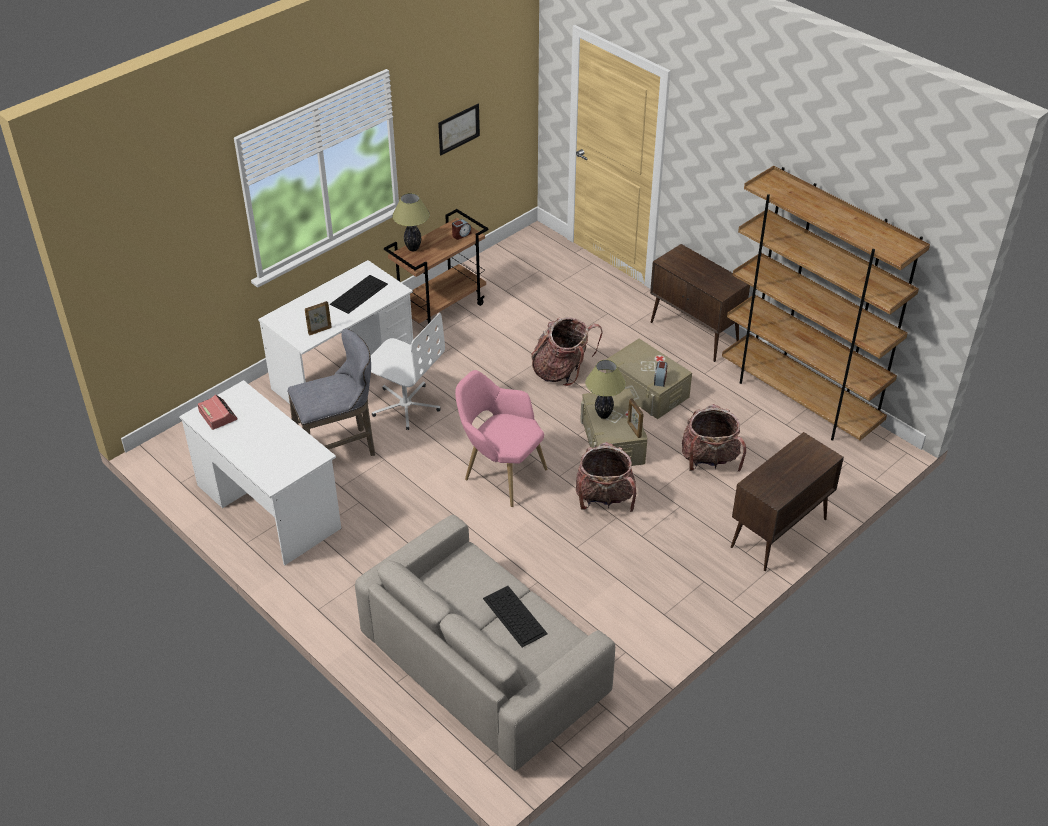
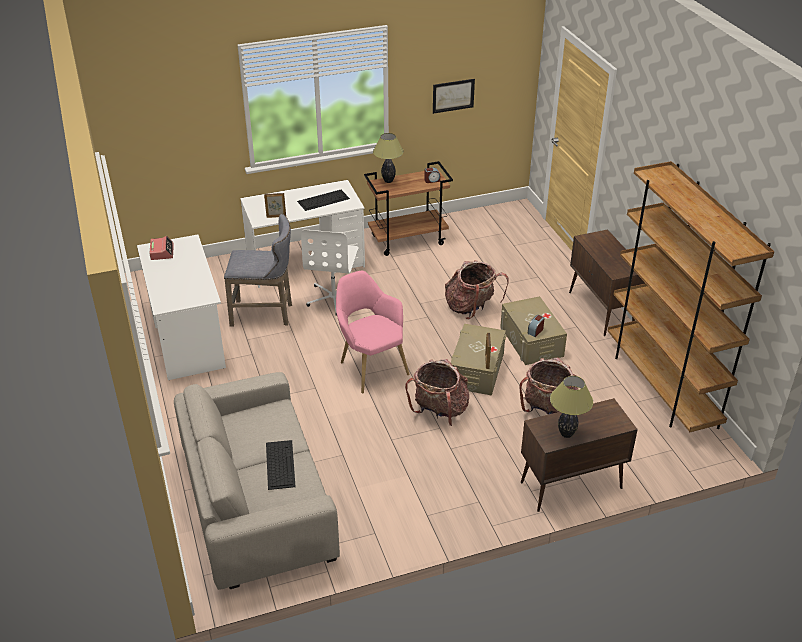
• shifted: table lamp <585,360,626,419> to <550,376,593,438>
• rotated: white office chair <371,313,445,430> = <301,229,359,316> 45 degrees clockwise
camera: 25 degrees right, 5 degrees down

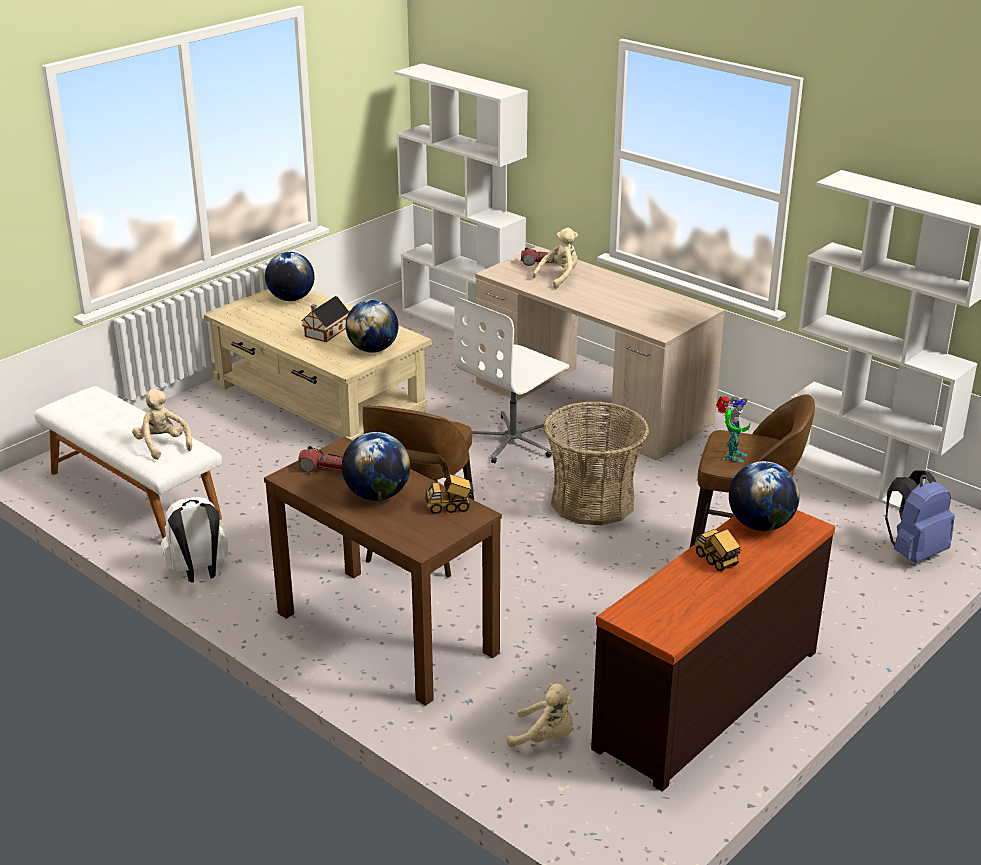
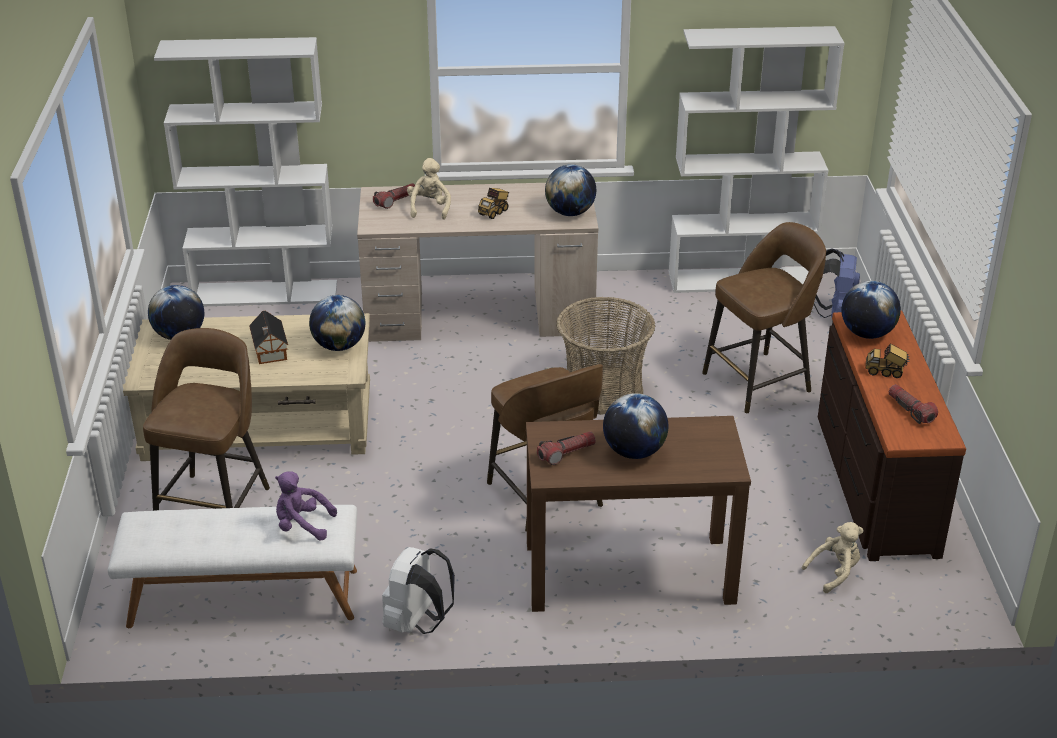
• gone: white office chair <453,297,569,464>
• gone: toy robot <716,396,750,462>
• new: brown stool <143,328,270,511>
• new: globe <545,164,596,216>
• new: flashlight <888,384,938,424>
• shifted: toy truck <425,474,474,514> to <478,188,509,219>
• repainted: beige plush toy <132,389,192,460> to purple plush toy <275,471,337,541>
camera: 45 degrees left, 5 degrees up

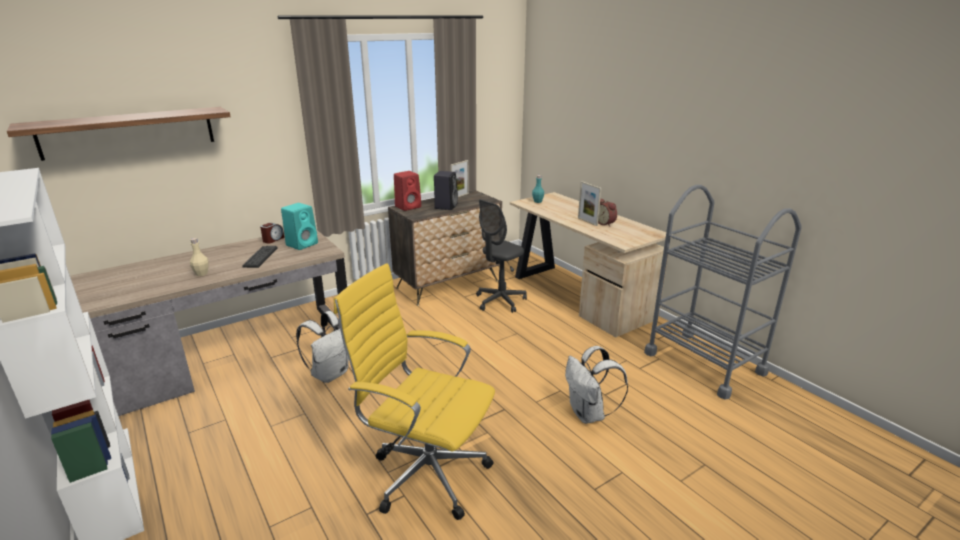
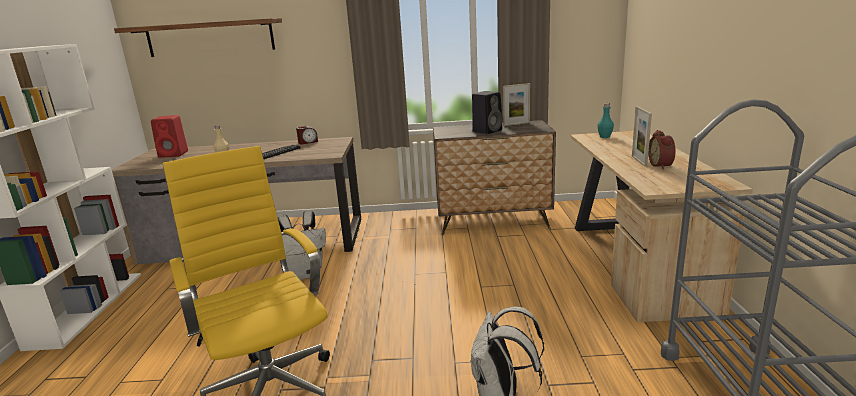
• gone: turquoise speaker <281,203,318,250>
• gone: grey office chair <476,199,527,313>
• shifted: red speaker <394,171,421,211> to <151,115,188,158>
camera: 35 degrees right, 5 degrees down

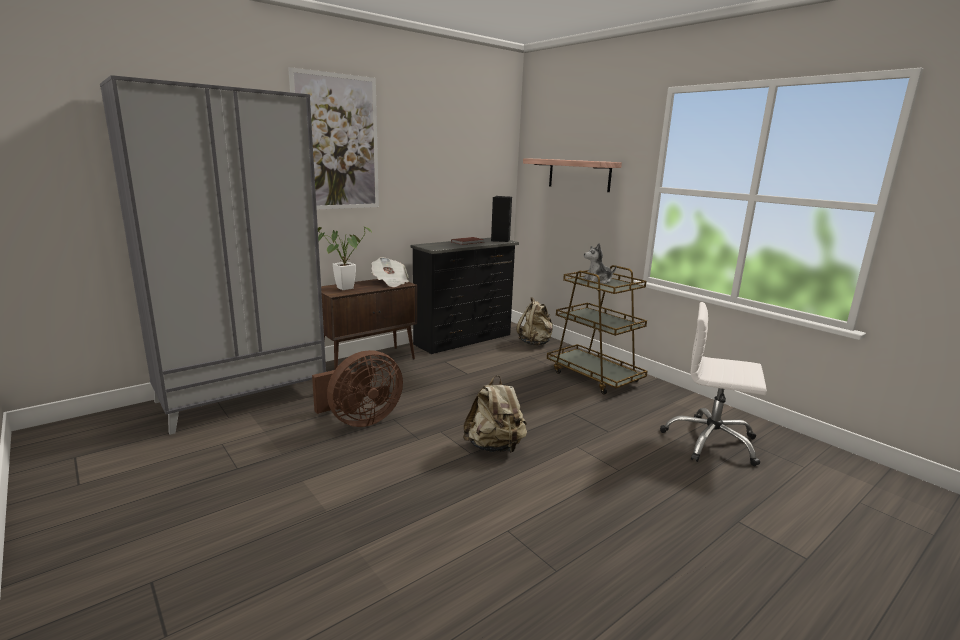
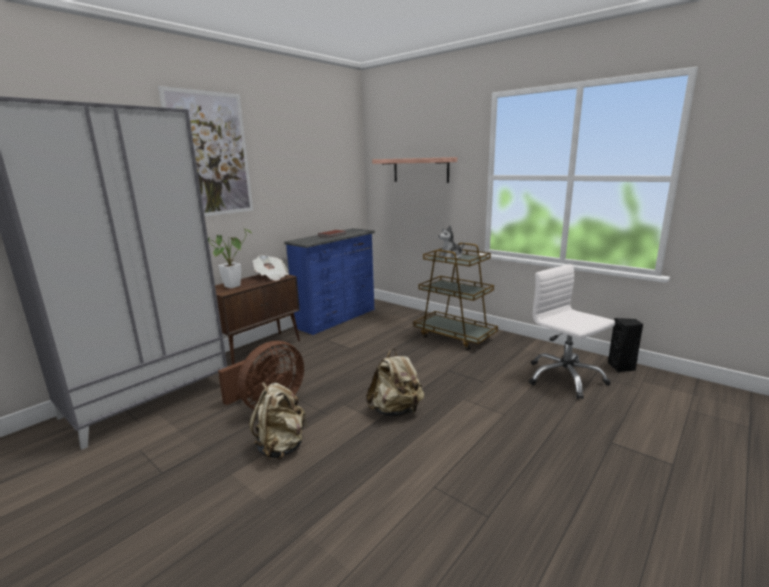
• shifted: black speaker <491,196,512,242> to <608,318,643,372>
• shifted: beige backpack <517,297,553,345> to <249,382,307,460>
• repainted: black dresser <411,238,519,354> to blue dresser <284,228,375,335>
• rotated: white office chair <660,302,767,466> = <529,264,615,399> 45 degrees clockwise
camera: 10 degrees left, 0 degrees up

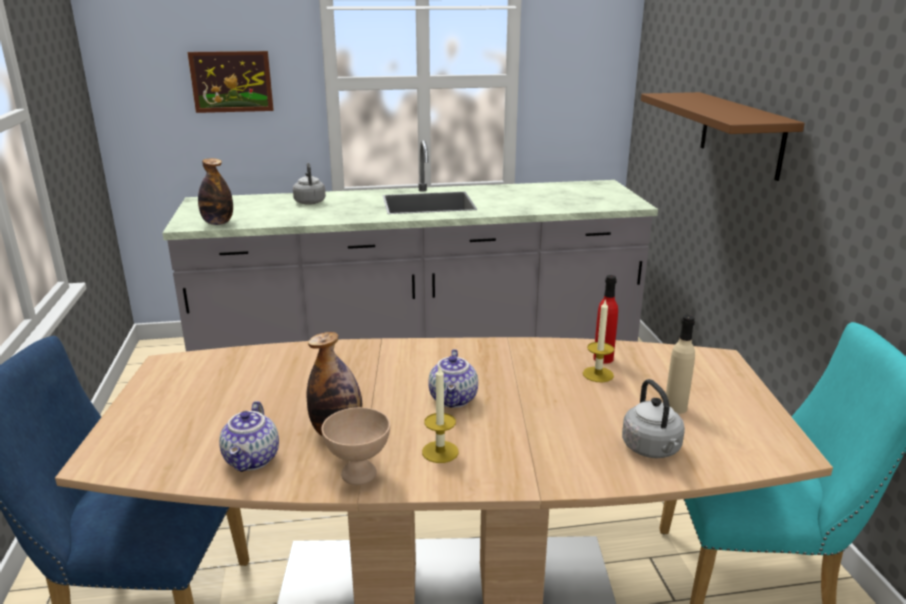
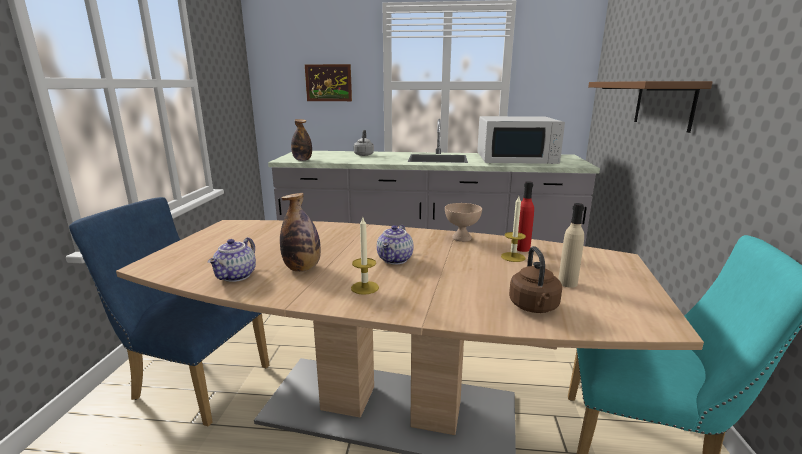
• new: white microwave <477,116,565,164>
• shifted: beige bowl <322,407,390,485> to <445,203,482,242>
• repainted: grey kettle <622,379,685,458> to brown kettle <509,246,562,313>
camera: 15 degrees right, 5 degrees down

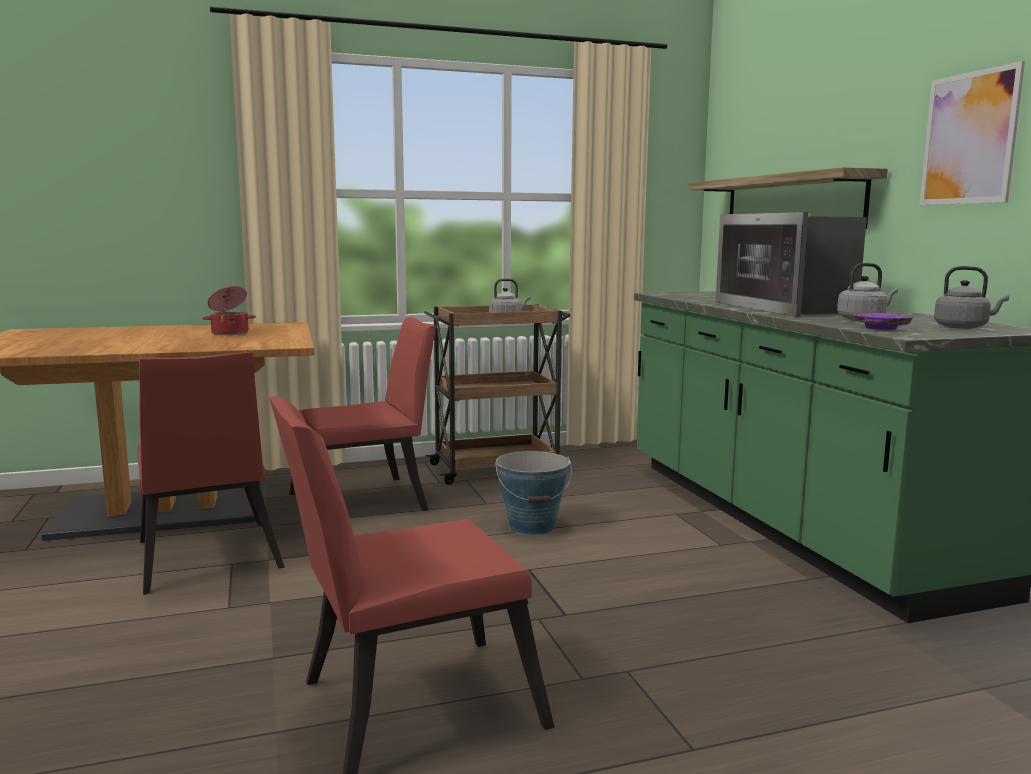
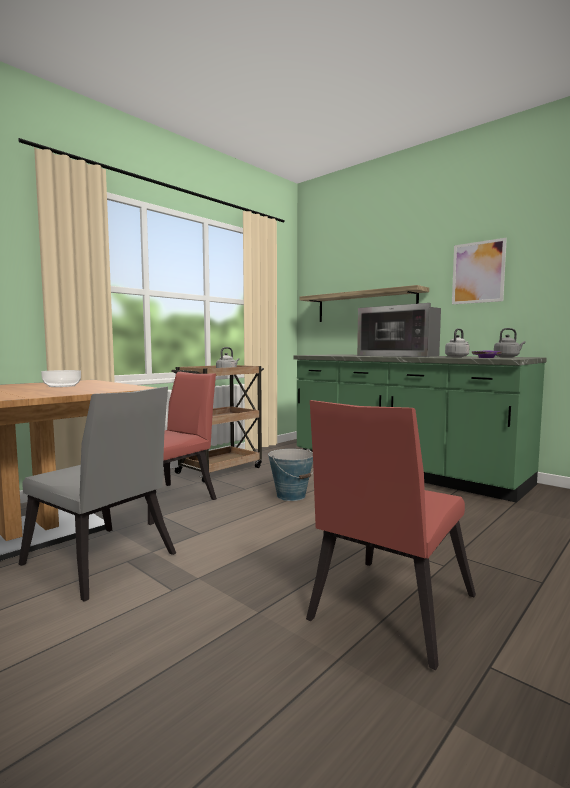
• swapped: cooking pot <202,286,256,335> to bowl <41,370,81,387>
• repainted: red chair <137,352,285,595> to grey chair <19,386,176,602>
camera: 30 degrees left, 5 degrees down

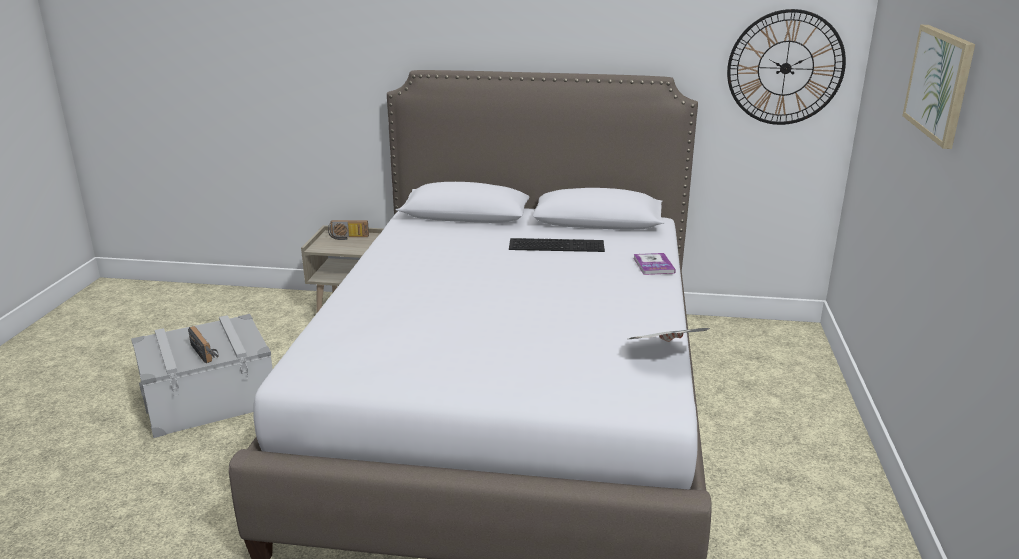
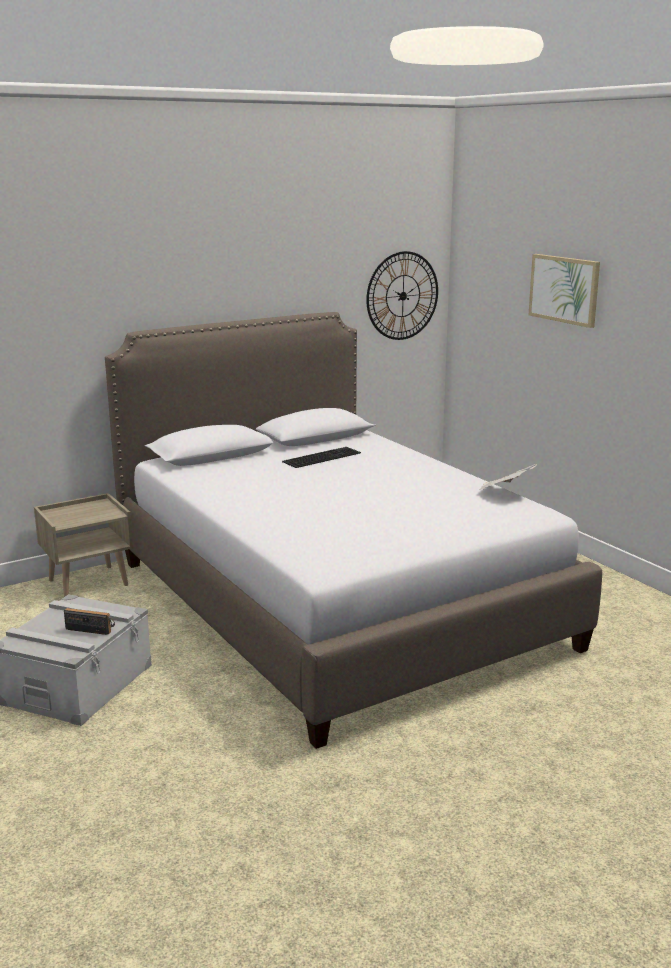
• gone: radio <328,220,369,240>
• gone: book <634,253,676,275>
camera: 40 degrees left, 5 degrees down

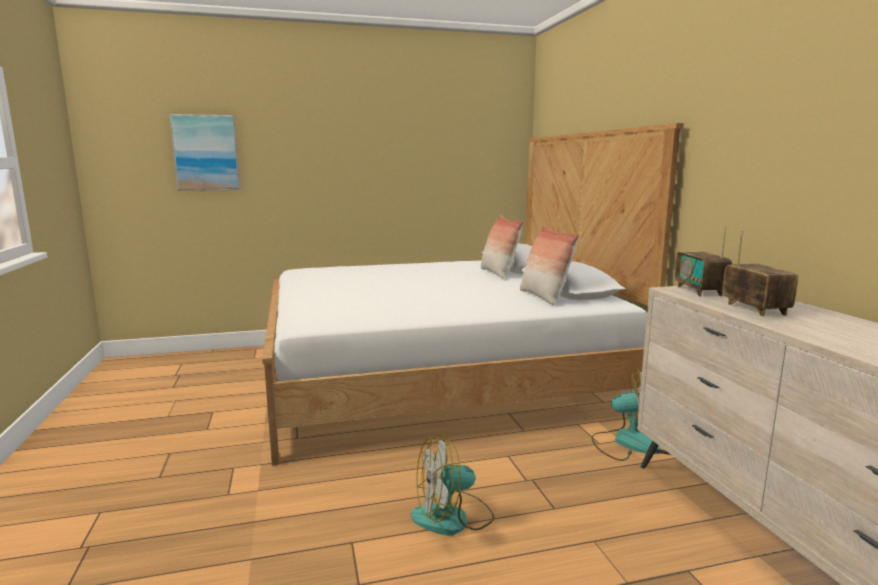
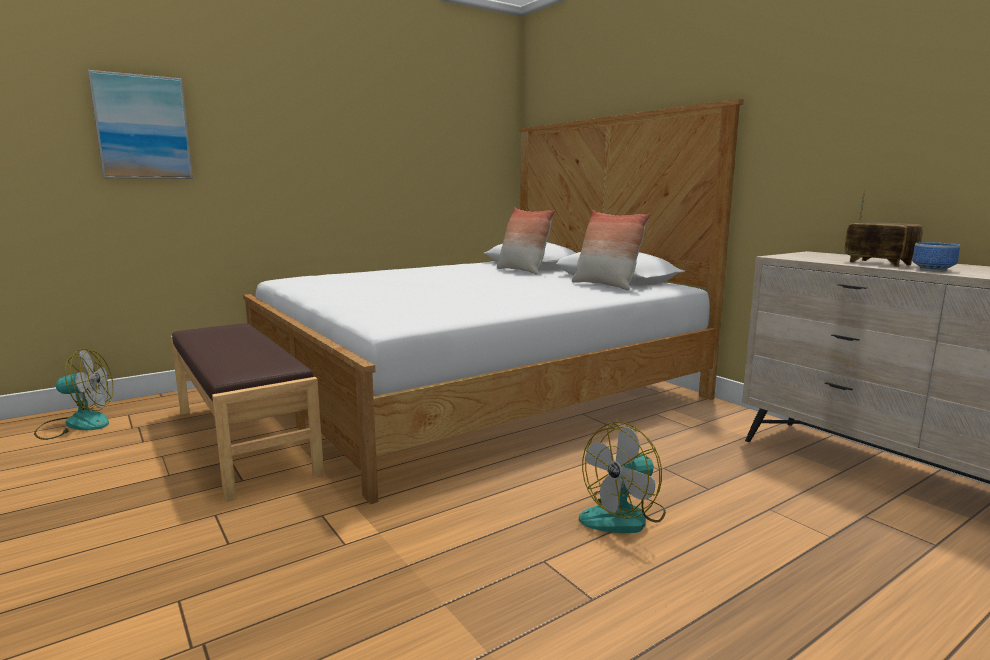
• gone: radio <675,227,732,297>
• new: brown bench <171,323,324,502>
• new: bowl <912,242,960,272>
• shifted: fan <591,370,661,461> to <34,349,114,440>
camera: 20 degrees left, 0 degrees up

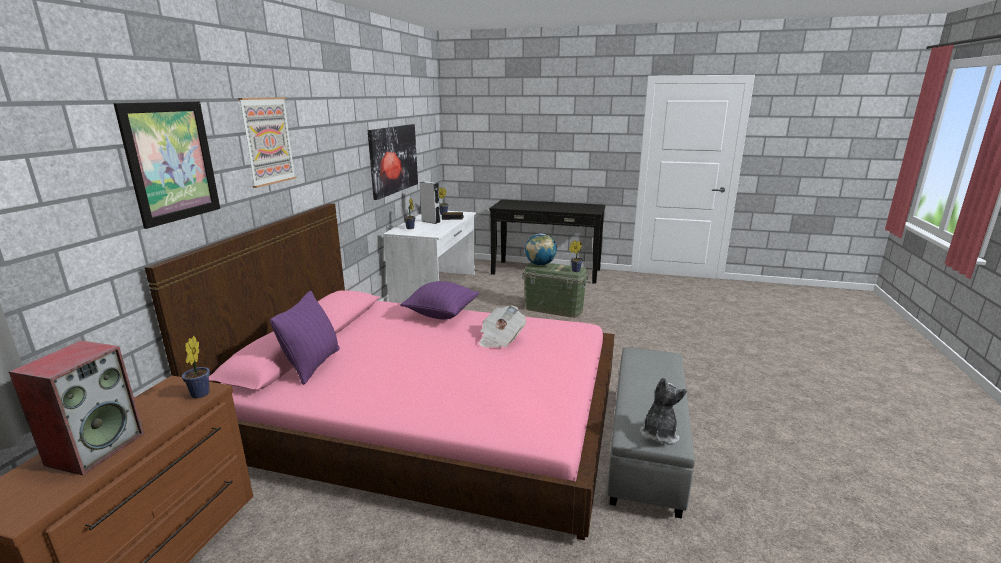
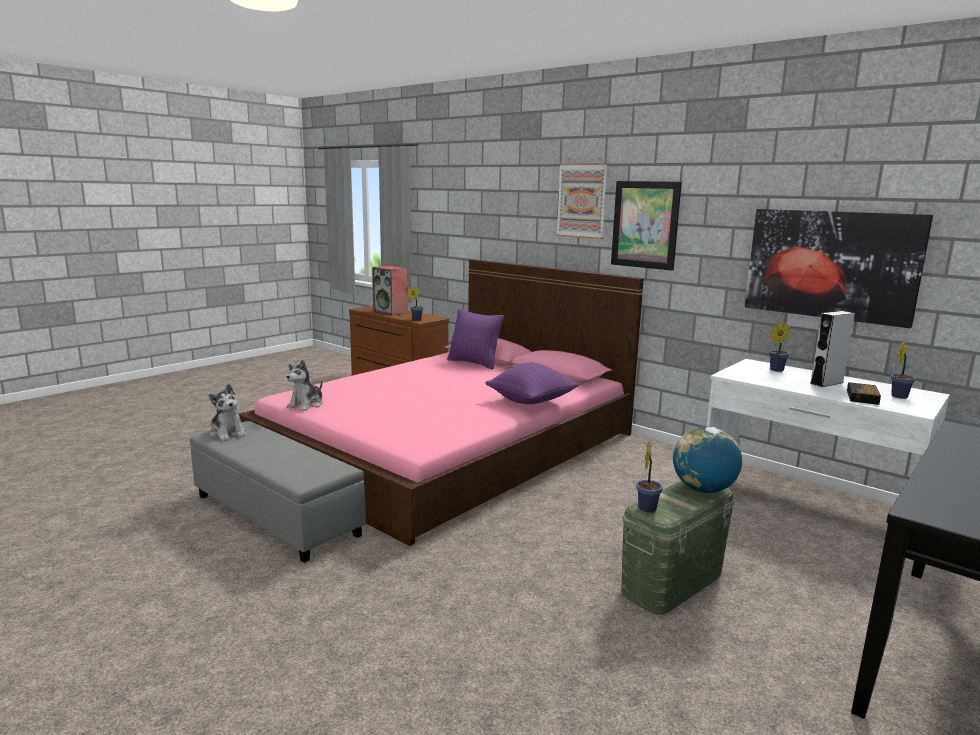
• gone: newspaper <479,305,526,348>
• new: plush toy <287,360,323,411>
• shifted: picture <113,102,220,229> to <611,181,682,271>
camera: 115 degrees right, 5 degrees down

